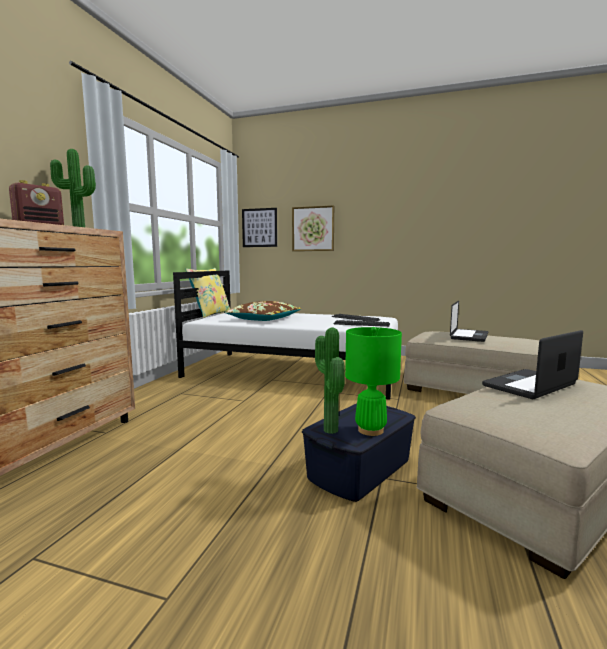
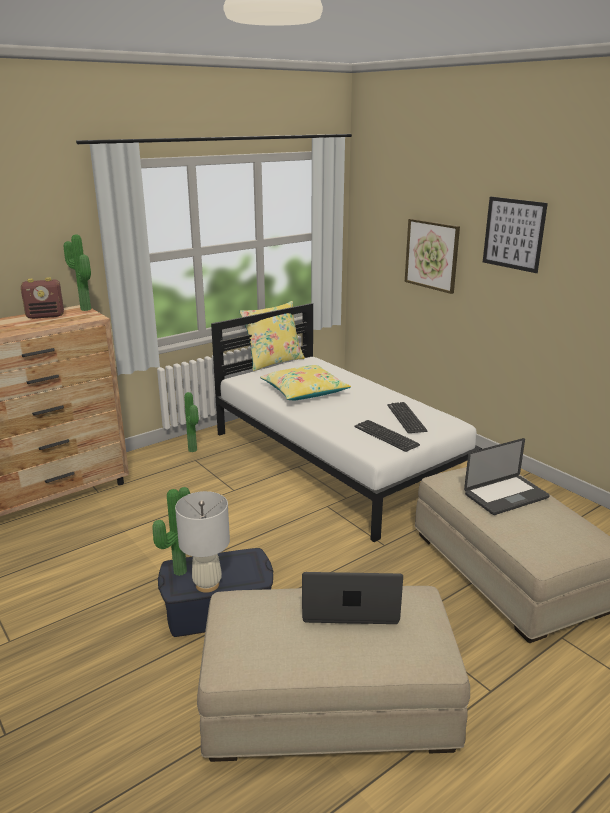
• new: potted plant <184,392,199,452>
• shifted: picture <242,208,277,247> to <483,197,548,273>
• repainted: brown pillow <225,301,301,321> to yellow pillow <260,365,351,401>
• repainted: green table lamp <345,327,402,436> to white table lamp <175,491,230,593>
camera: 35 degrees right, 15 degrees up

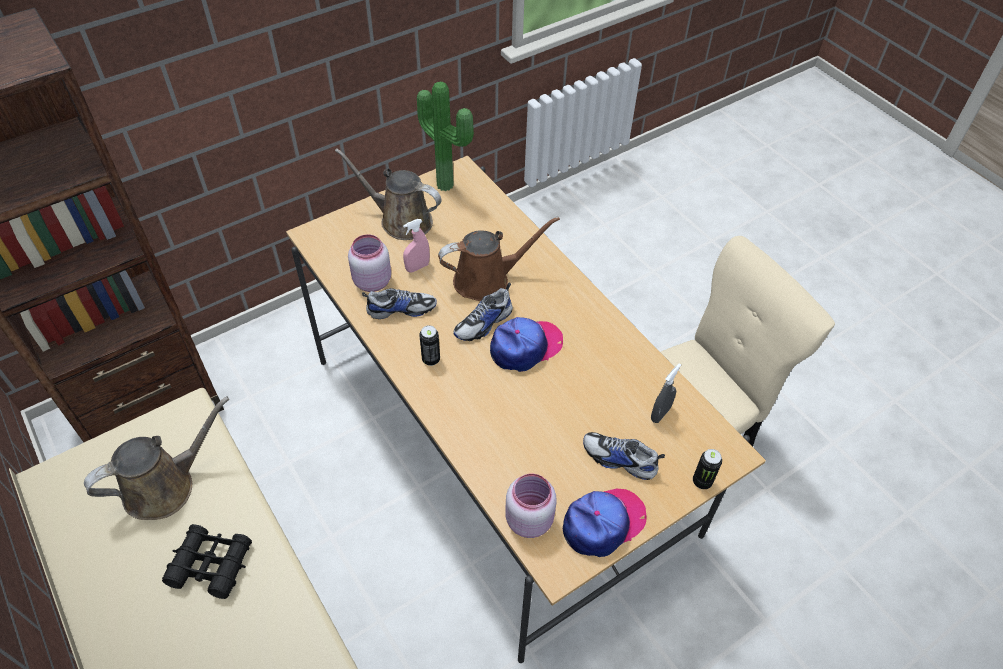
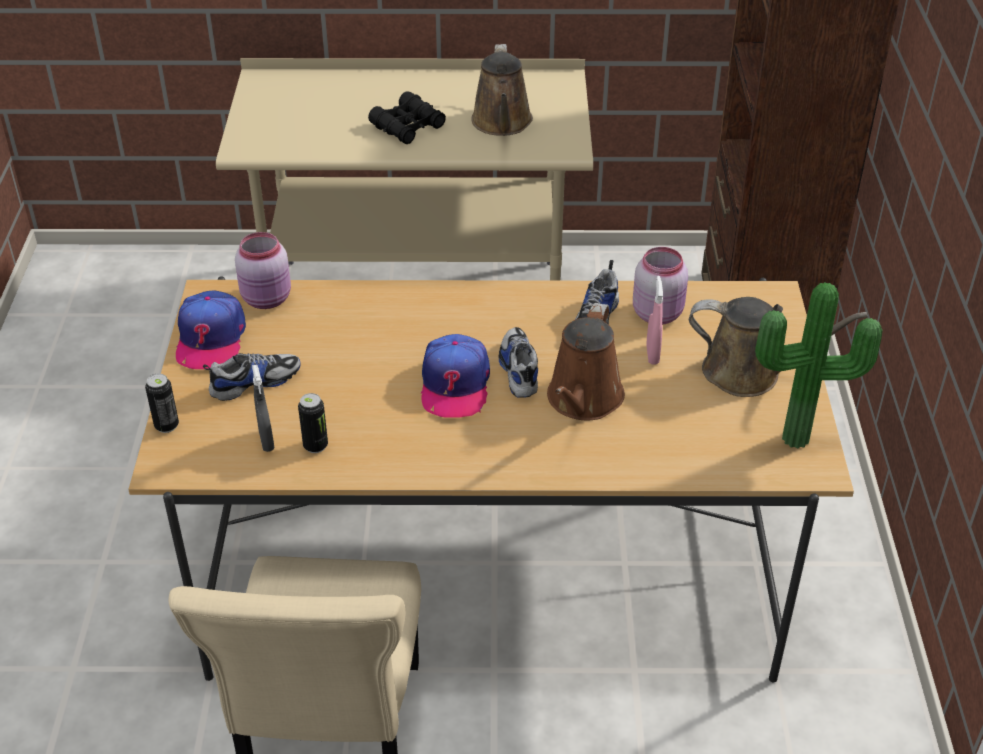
• shifted: can <419,325,440,366> to <298,393,328,453>
• rotated: brown watering can <335,148,442,240> = <689,297,868,397> 45 degrees clockwise
camera: 125 degrees right, 10 degrees down

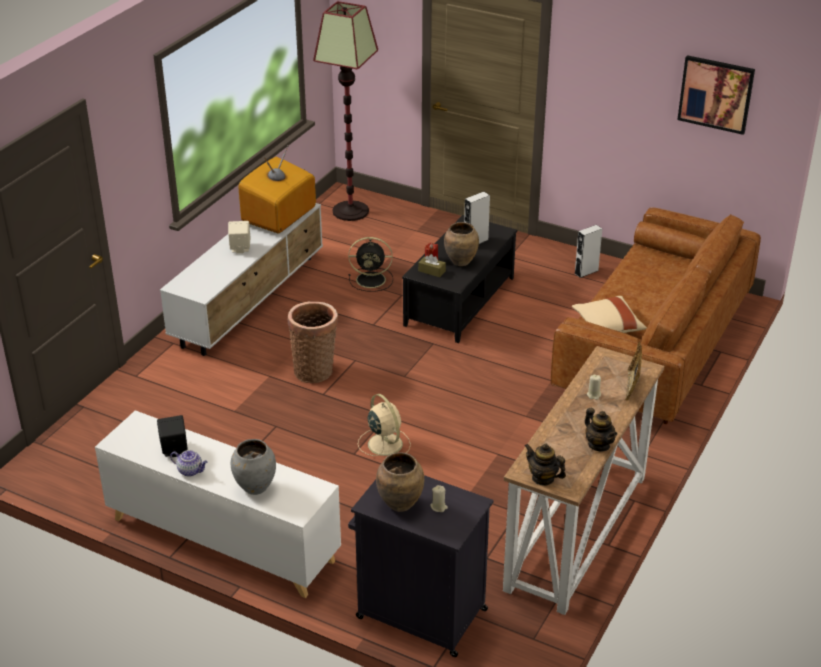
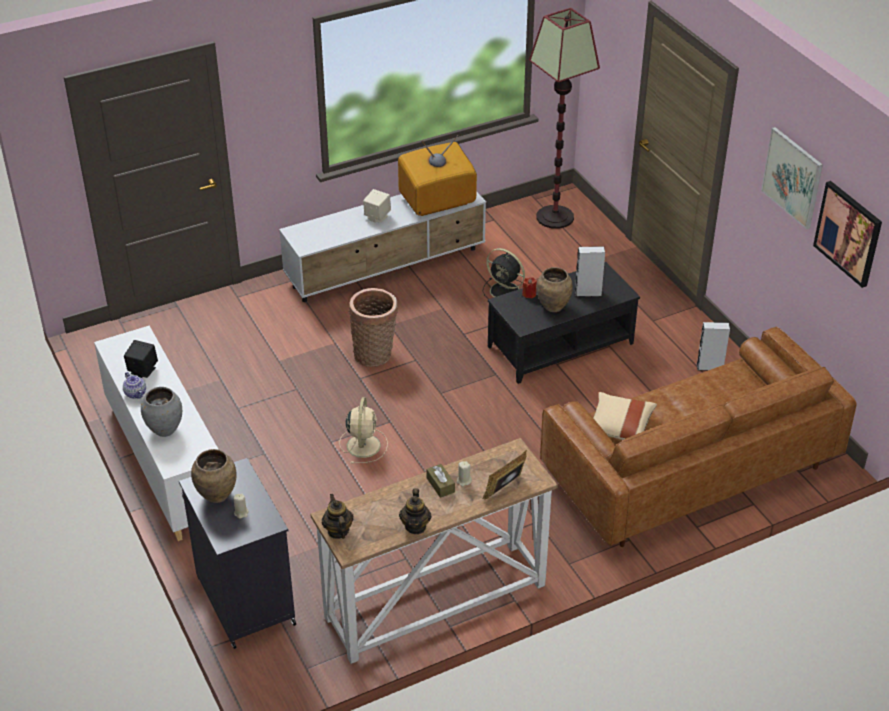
• new: picture <761,127,823,229>
• shifted: brown tissue box <418,254,446,277> to <427,464,455,498>
camera: 35 degrees right, 5 degrees up

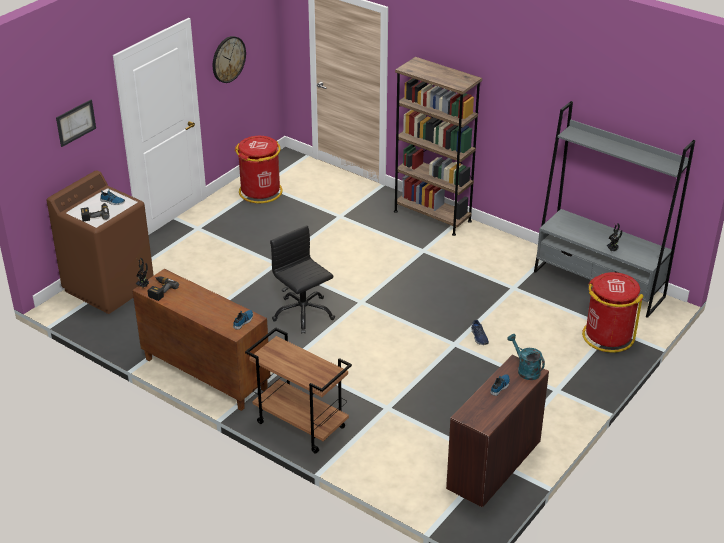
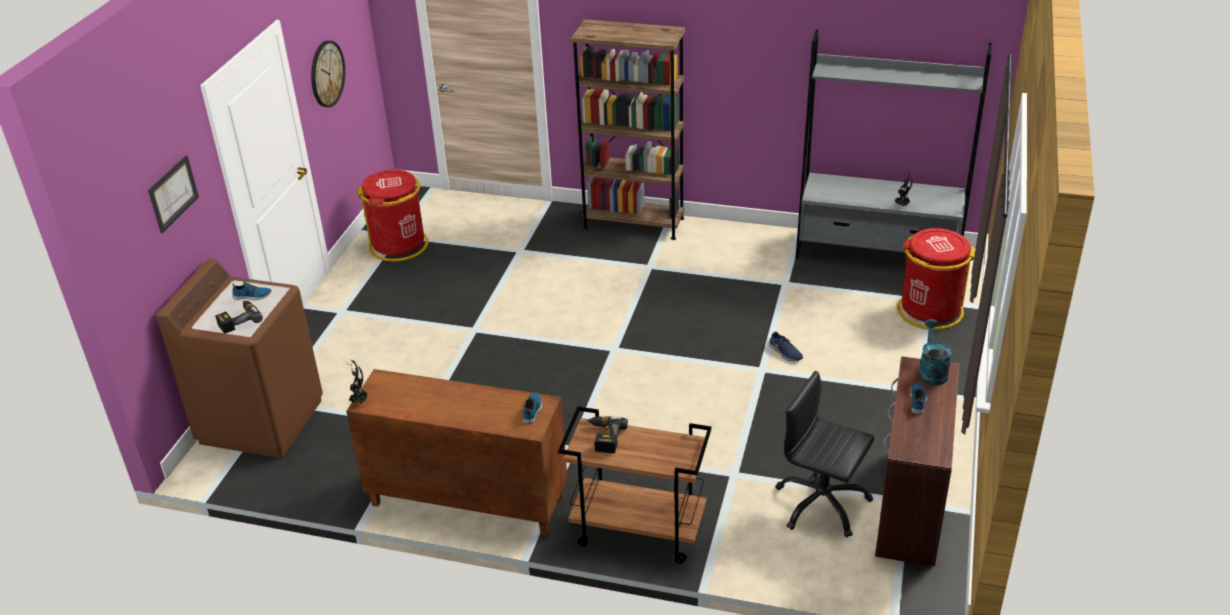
• shifted: power drill <147,276,179,301> to <586,416,628,453>
• shifted: black office chair <270,225,335,334> to <776,371,874,538>
• rotated: turquoise watering can <507,334,545,380> = <918,319,952,385> 60 degrees clockwise
camera: 20 degrees left, 0 degrees up

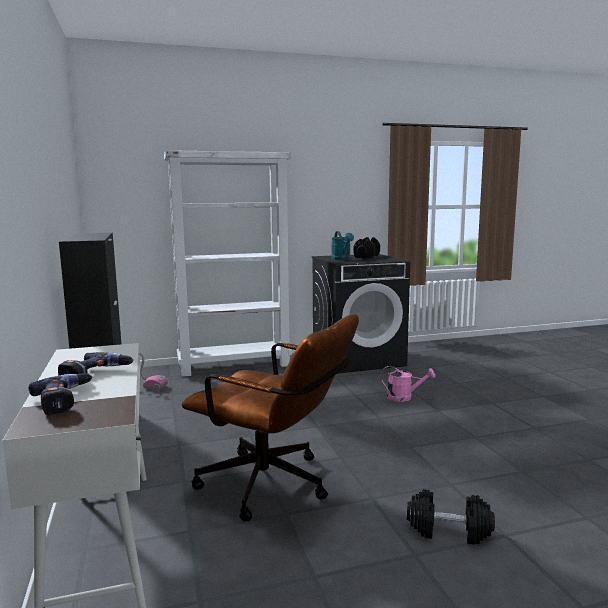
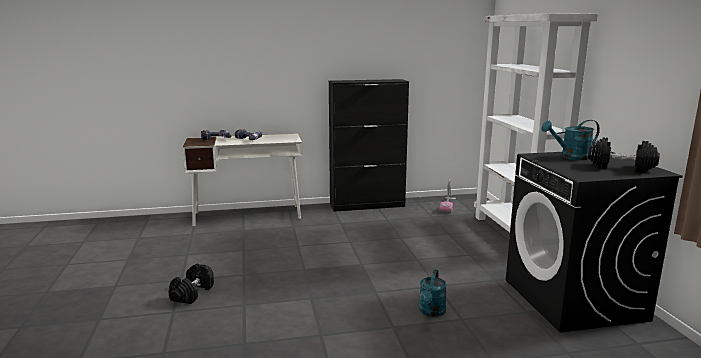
• gone: brown office chair <182,314,359,521>
• repainted: pink watering can <381,366,435,402> to turquoise watering can <419,269,447,317>
camera: 95 degrees right, 5 degrees up

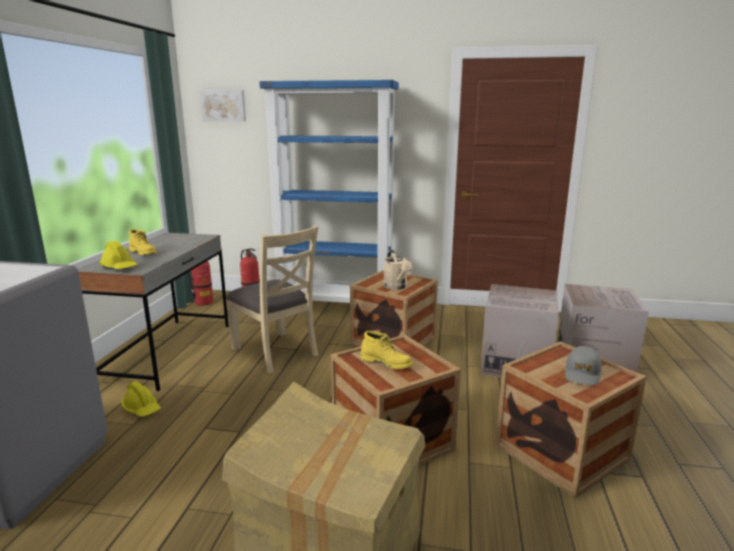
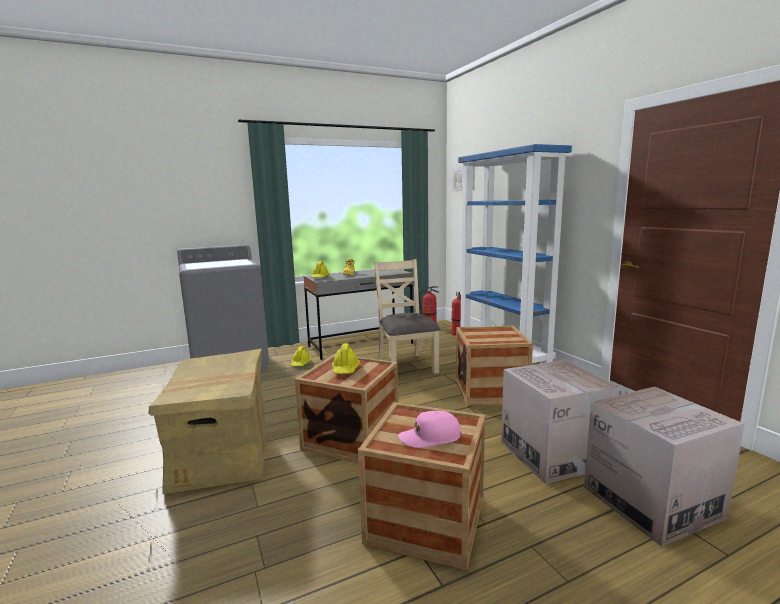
• gone: beige watering can <383,250,413,290>
• swapped: yellow boot <360,331,413,369> to yellow hard hat <332,344,360,374>
• repainted: grey cap <565,346,602,385> to pink cap <398,411,461,448>
• rotated: beige chair <226,225,318,373> = <374,259,440,374> 150 degrees clockwise
camera: 55 degrees right, 5 degrees down

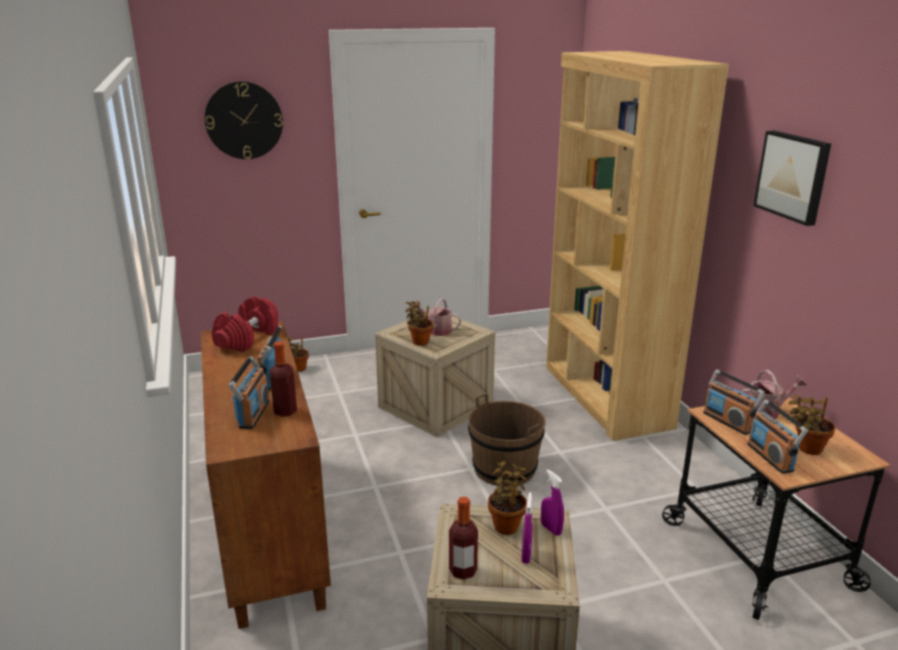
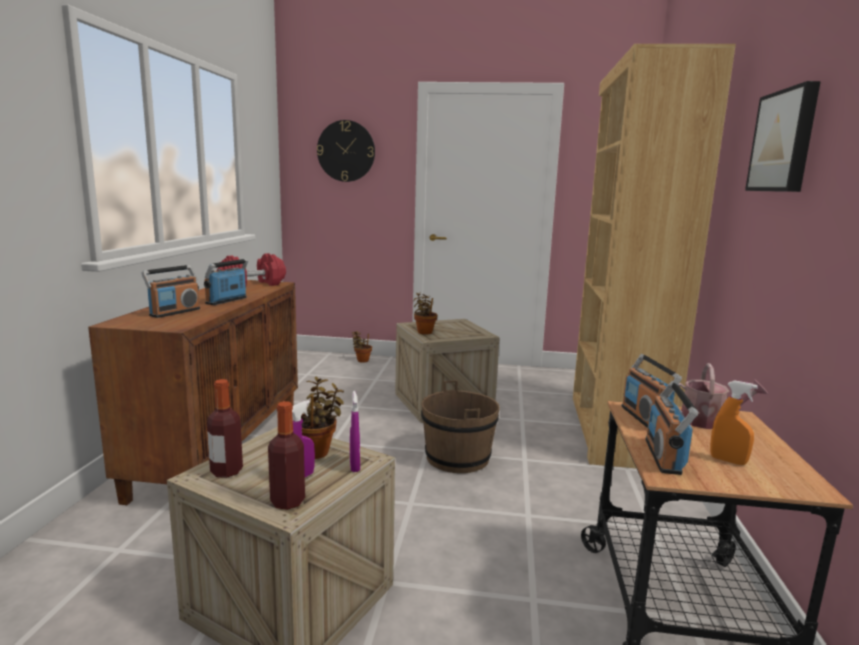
• gone: watering can <413,298,461,336>
• shifted: bottle <270,341,297,417> to <268,401,305,510>
• swapped: potted plant <789,394,836,455> to orange spray bottle <710,380,758,465>
camera: 25 degrees right, 10 degrees down

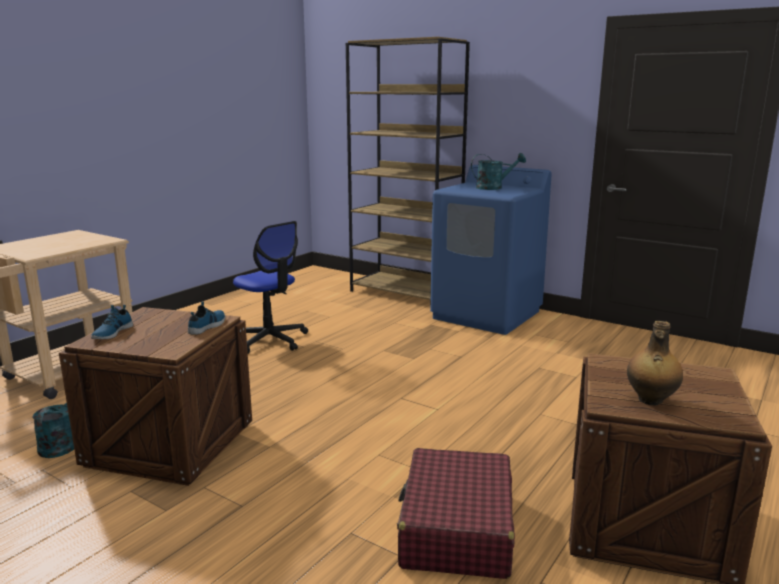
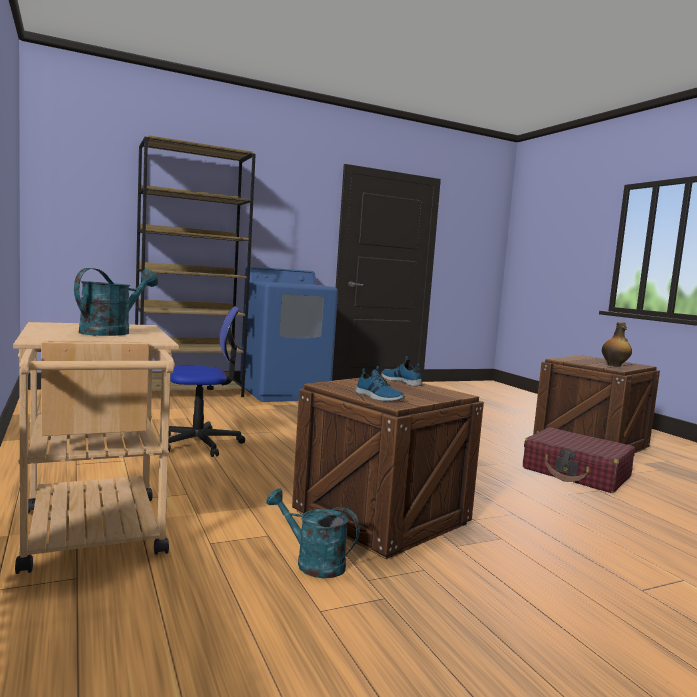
• shifted: turquoise watering can <471,153,526,190> to <74,268,158,336>
camera: 60 degrees left, 10 degrees down

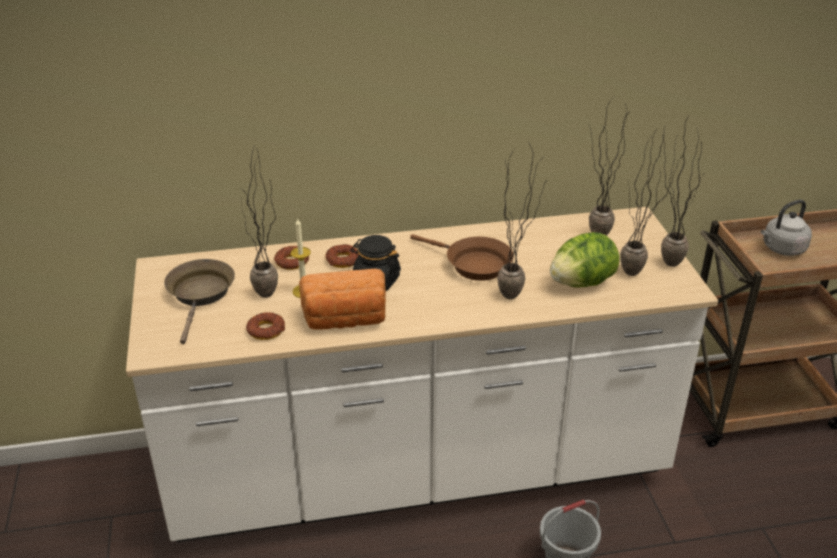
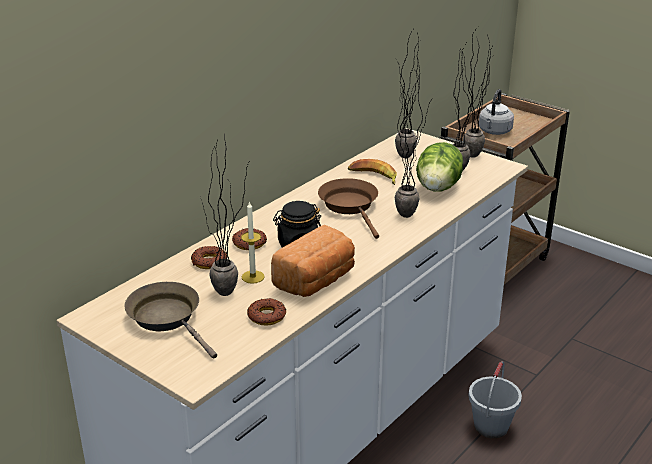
• new: banana <348,159,397,185>
• rotated: brown frying pan <410,234,514,281> = <318,178,379,239> 105 degrees counterclockwise
camera: 40 degrees left, 5 degrees down

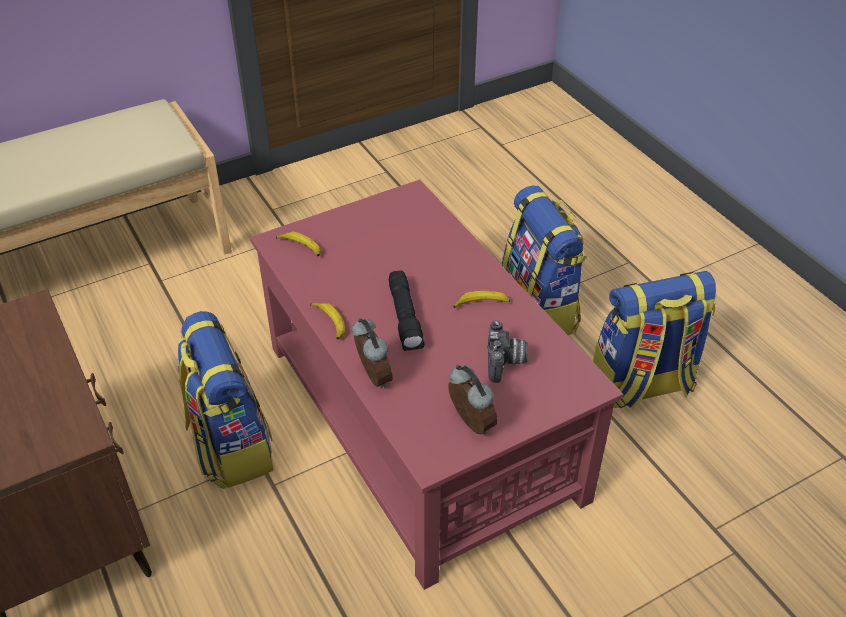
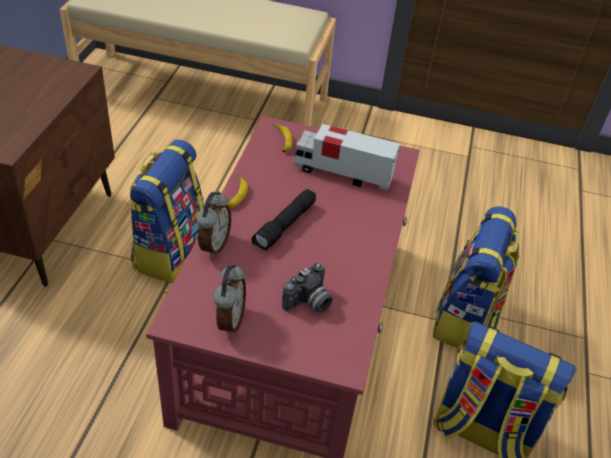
• gone: banana <453,291,510,308>
• new: toy truck <294,124,400,191>
camera: 40 degrees right, 0 degrees up

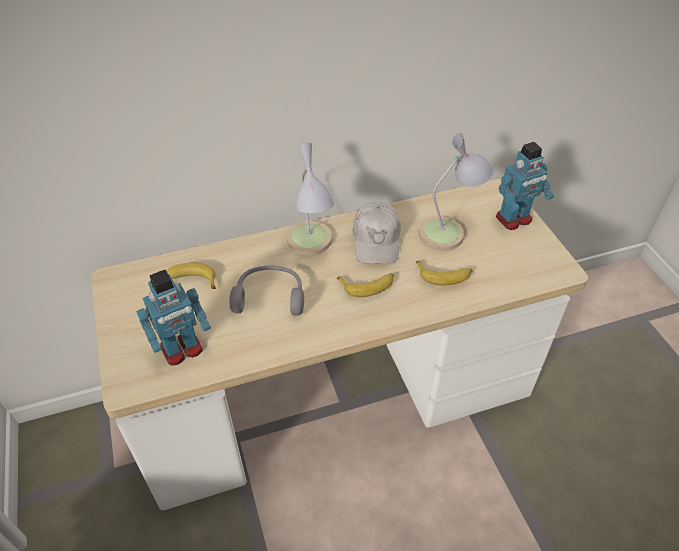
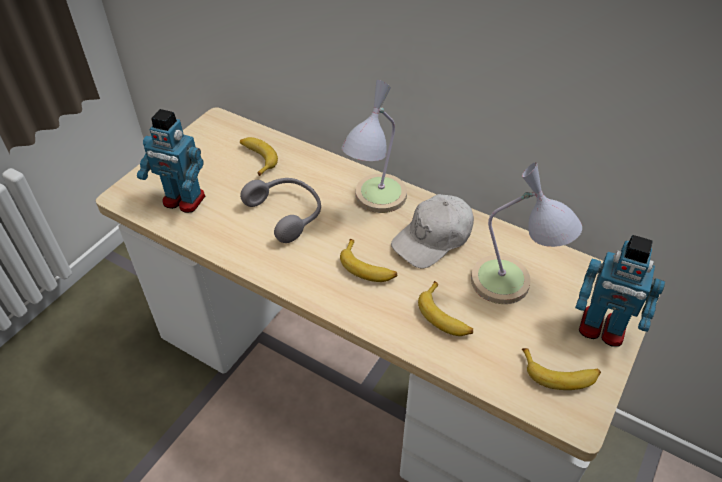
• new: banana <522,348,601,390>
camera: 50 degrees right, 0 degrees up

